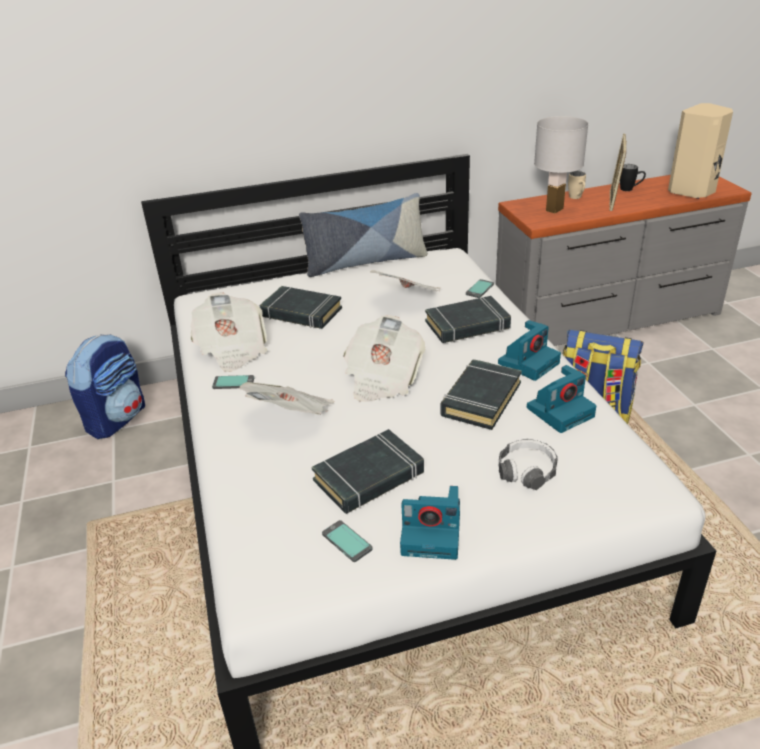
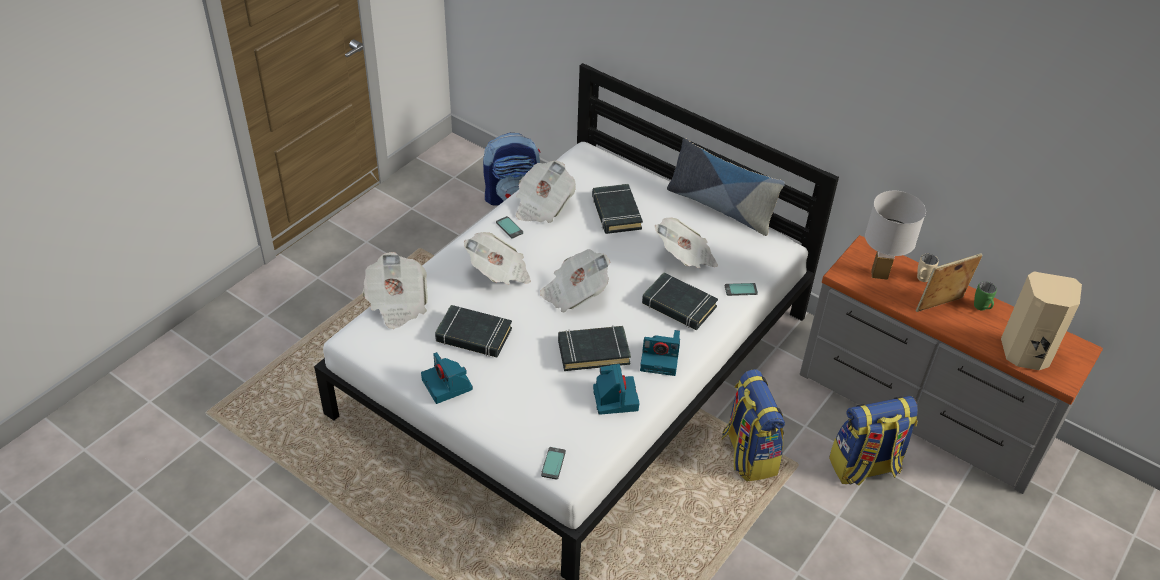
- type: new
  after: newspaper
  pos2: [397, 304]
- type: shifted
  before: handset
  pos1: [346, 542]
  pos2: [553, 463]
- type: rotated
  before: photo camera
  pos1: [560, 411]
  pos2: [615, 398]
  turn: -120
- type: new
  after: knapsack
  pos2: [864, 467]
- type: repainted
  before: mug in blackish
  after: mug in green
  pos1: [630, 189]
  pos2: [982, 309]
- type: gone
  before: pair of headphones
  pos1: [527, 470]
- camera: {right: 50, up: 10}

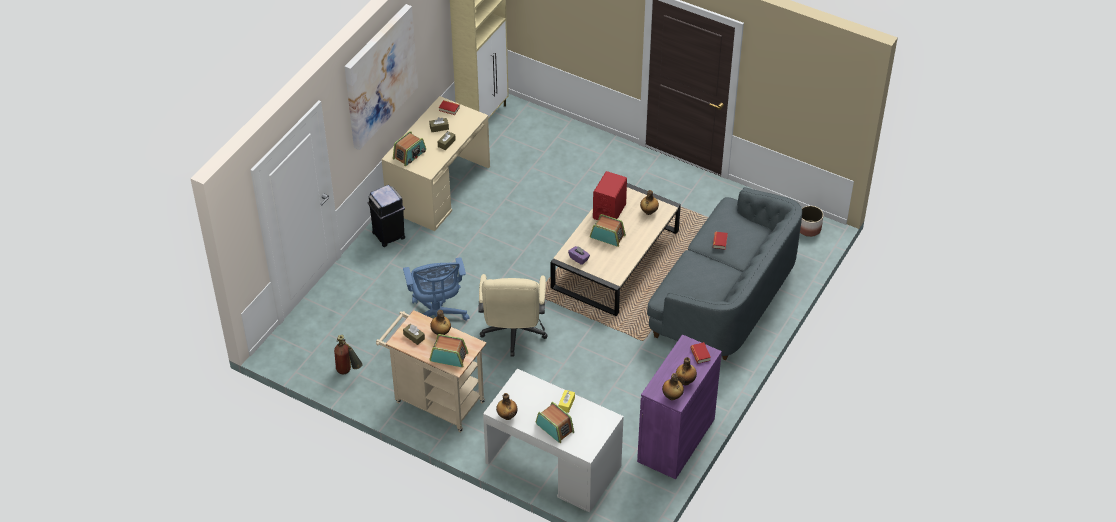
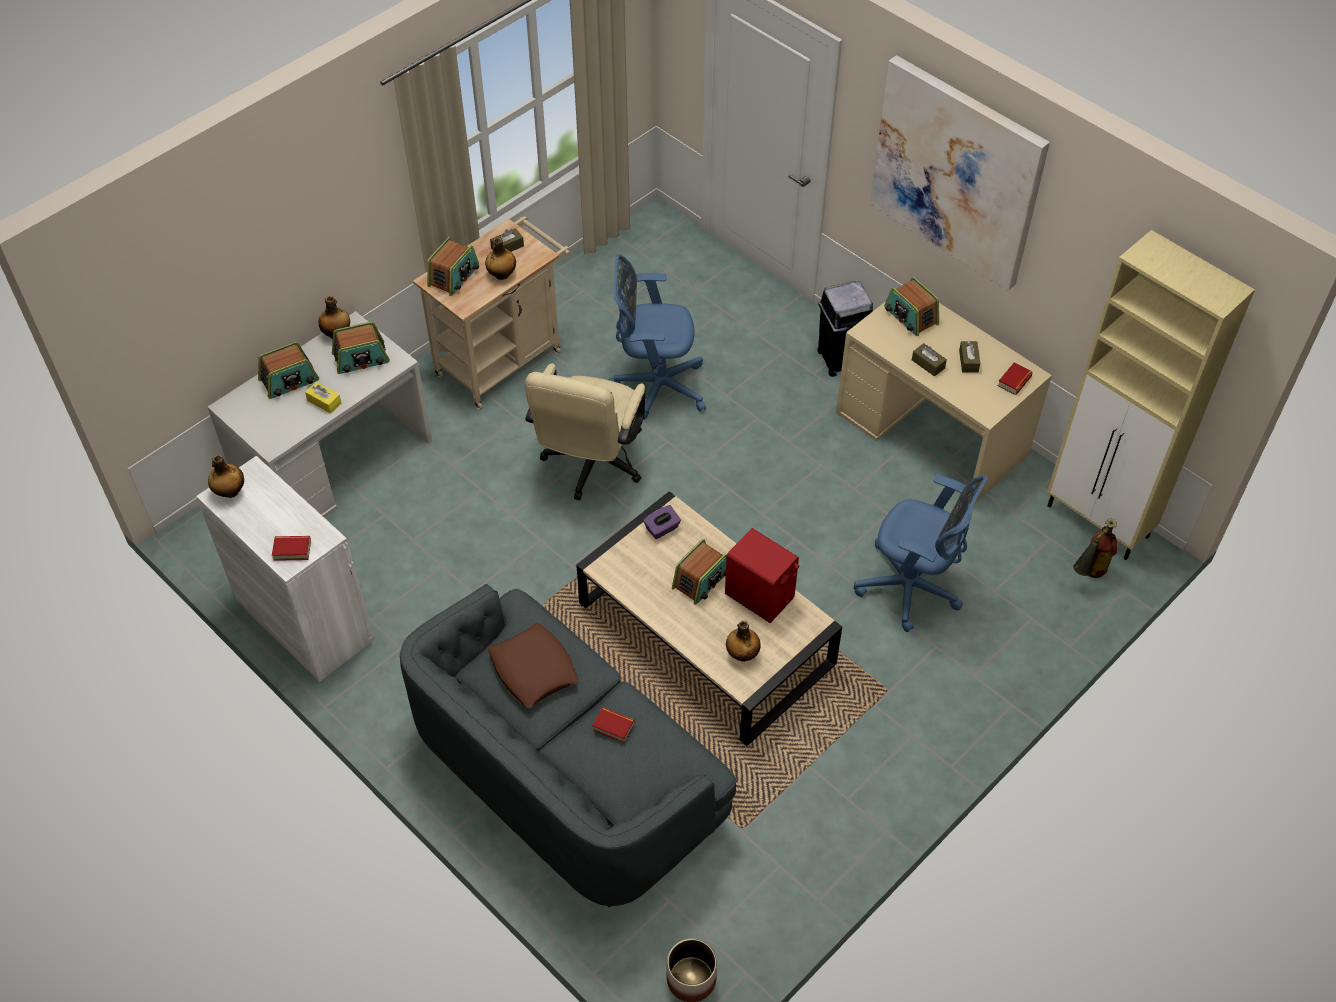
- type: repainted
  before: storage cabinet in purplish
  after: storage cabinet in white
  pos1: [676, 440]
  pos2: [304, 620]
- type: new
  after: radio
  pos2: [361, 358]
- type: new
  after: cushion in brown
  pos2: [533, 669]
- type: rotated
  before: office chair in beige
  pos1: [513, 334]
  pos2: [591, 466]
  turn: -90
- type: new
  after: office chair in blue-coloured
  pos2: [912, 588]
- type: shifted
  before: extinguisher
  pos1: [348, 372]
  pos2: [1087, 575]
- type: gone
  before: drink bottle
  pos1: [685, 381]
- camera: {right: 105, up: 5}

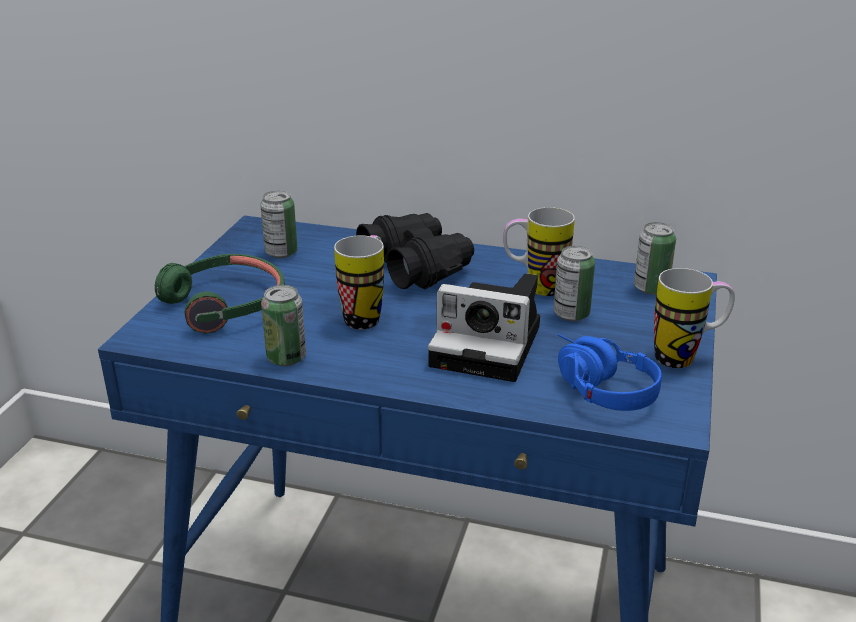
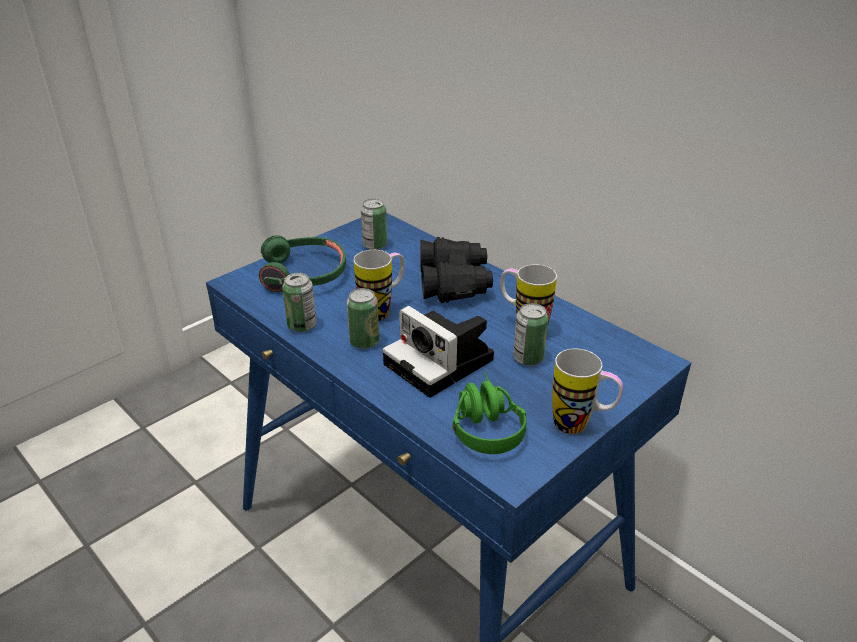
- type: shifted
  before: can
  pos1: [651, 288]
  pos2: [364, 342]
- type: repainted
  before: pair of headphones in blue-coloured
  after: pair of headphones in green
  pos1: [595, 386]
  pos2: [483, 423]
- camera: {right: 30, up: 5}

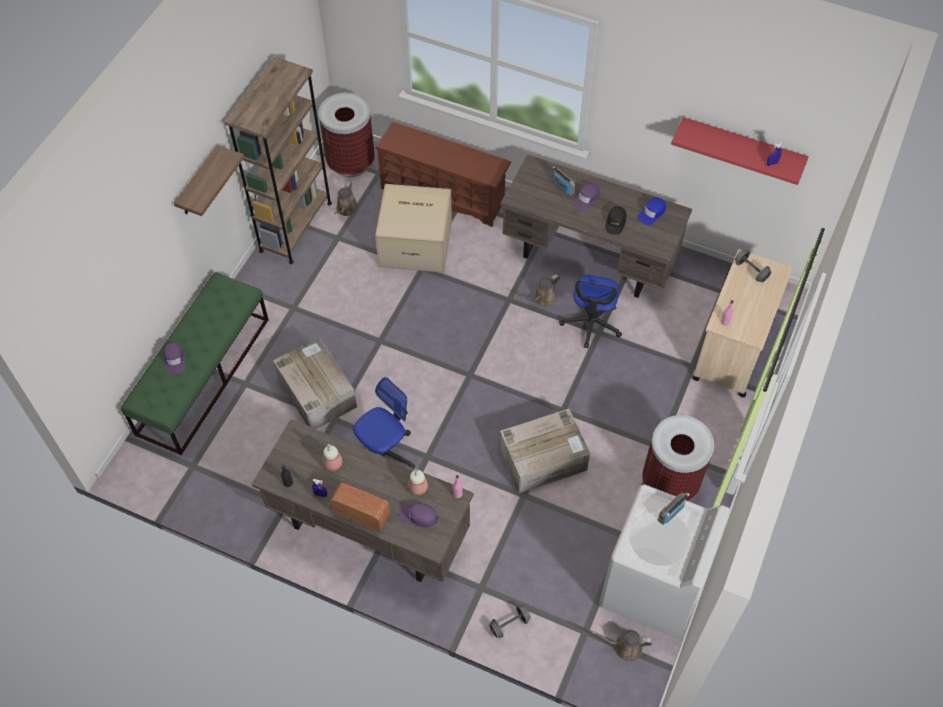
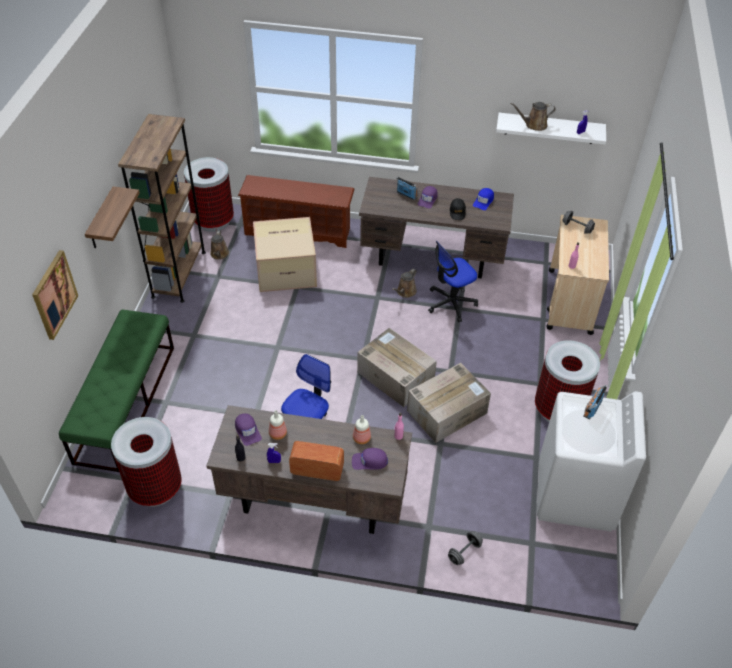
- type: new
  after: wall picture
  pos2: [54, 294]
- type: new
  after: rubbish bin
  pos2: [155, 488]
- type: shifted
  before: baseball cap in purplish
  pos1: [175, 360]
  pos2: [247, 431]
- type: shifted
  before: packing box
  pos1: [316, 392]
  pos2: [394, 376]
- type: rotated
  before: office chair
  pos1: [591, 323]
  pos2: [451, 303]
  turn: 60
- type: repainted
  before: bracket shelf in red
  after: bracket shelf in white
  pos1: [742, 146]
  pos2: [549, 128]
- type: shifted
  before: sprinkling can in brown
  pos1: [624, 647]
  pos2: [534, 125]
- camera: {right: -15, up: -10}

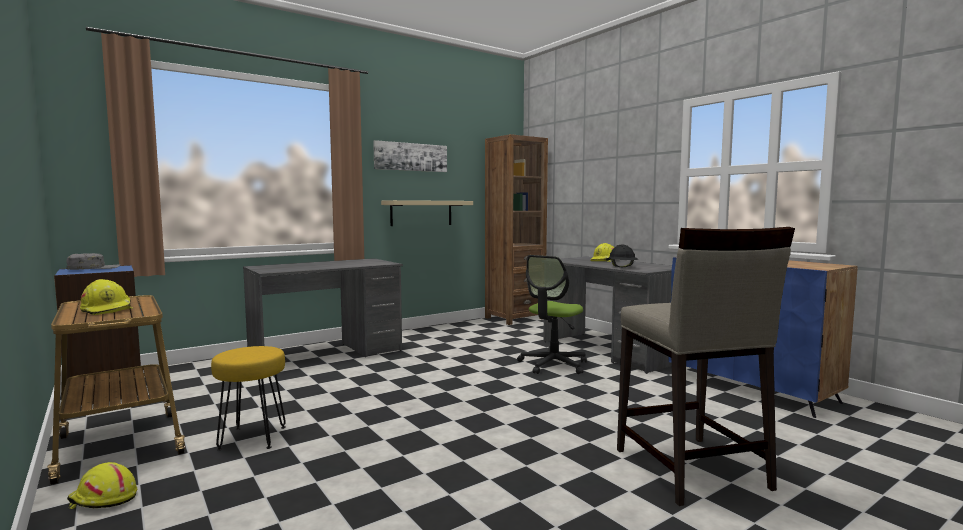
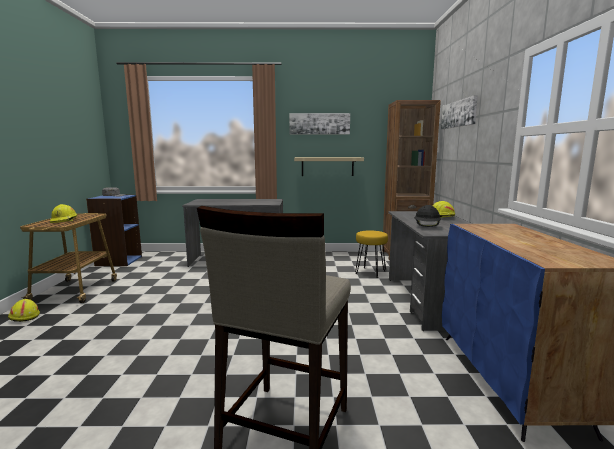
- type: shifted
  before: stool in yellowish
  pos1: [253, 437]
  pos2: [370, 272]
- type: new
  after: wall picture
  pos2: [459, 114]
- type: gone
  before: office chair
  pos1: [553, 365]
- camera: {right: 35, up: 5}

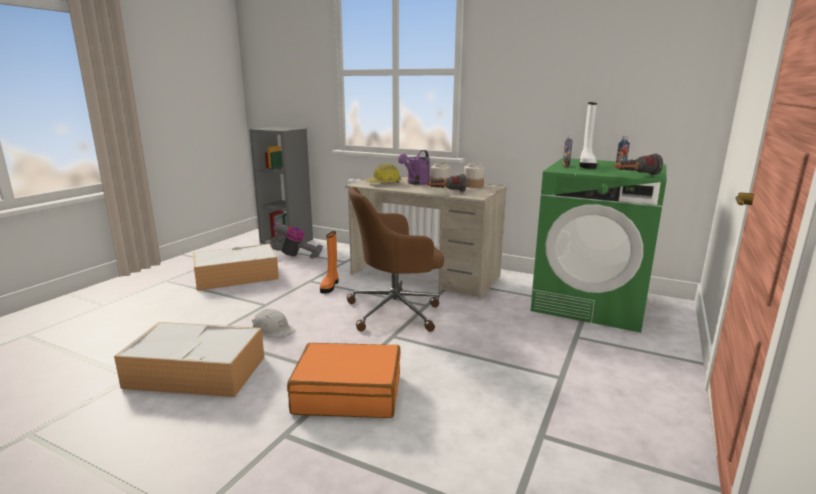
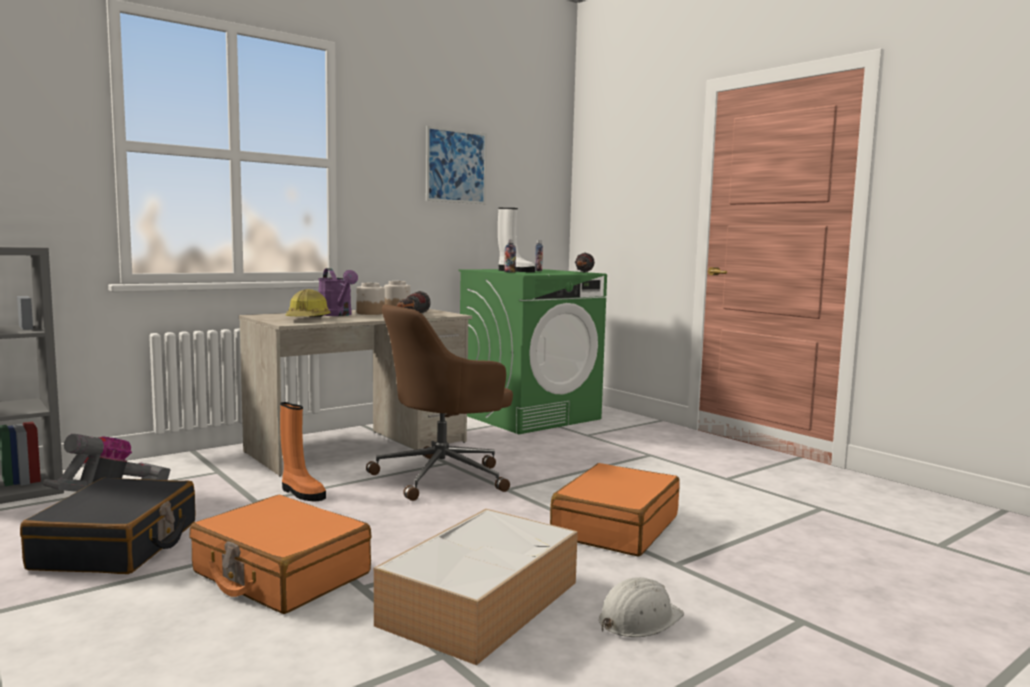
- type: swapped
  before: storage container
  after: suitcase in blackish
  pos1: [238, 276]
  pos2: [117, 546]
- type: new
  after: suitcase in orangey
  pos2: [281, 574]
- type: rotated
  before: office chair in brown
  pos1: [396, 311]
  pos2: [443, 476]
  turn: 45
- type: new
  after: wall picture
  pos2: [456, 166]
- type: shifted
  before: safety helmet in white
  pos1: [272, 329]
  pos2: [639, 619]
- camera: {right: -65, up: -10}

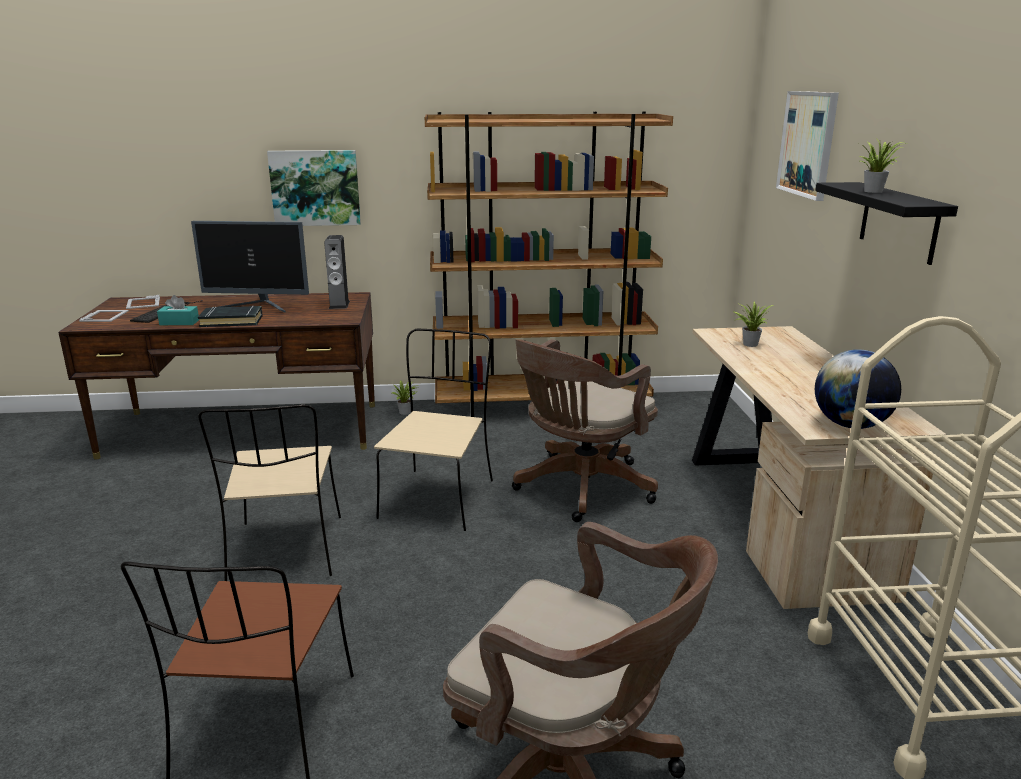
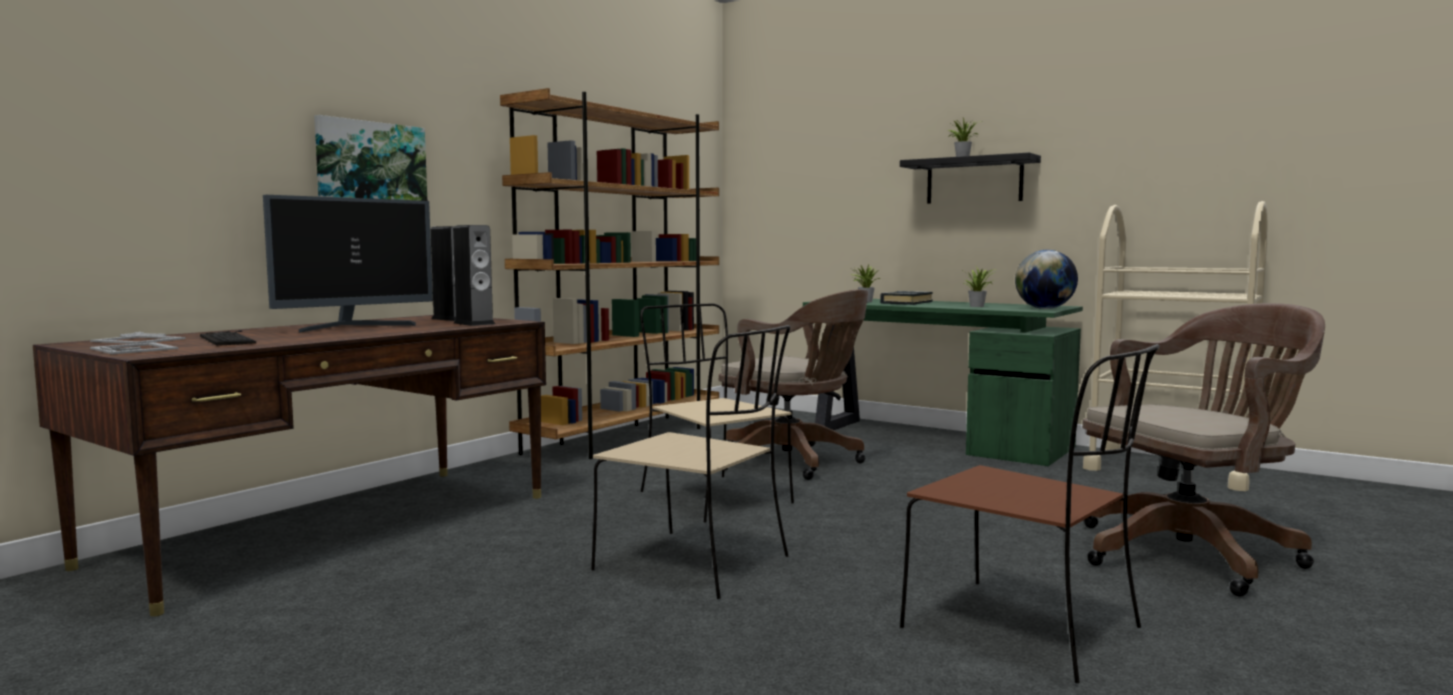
- type: new
  after: loudspeaker
  pos2: [474, 323]
- type: rotated
  before: office chair in brown
  pos1: [579, 489]
  pos2: [794, 462]
  turn: -45
- type: repainted
  before: desk table in beige
  after: desk table in green
  pos1: [777, 517]
  pos2: [934, 439]
- type: shifted
  before: volume in blackish
  pos1: [231, 321]
  pos2: [906, 302]
- type: shifted
  before: plant in a pot
  pos1: [406, 412]
  pos2: [978, 306]
- type: gone
  before: tissue holder in blue-green
  pos1: [179, 322]
- type: gone
  before: wall picture
  pos1: [808, 144]
- camera: {right: -50, up: -15}

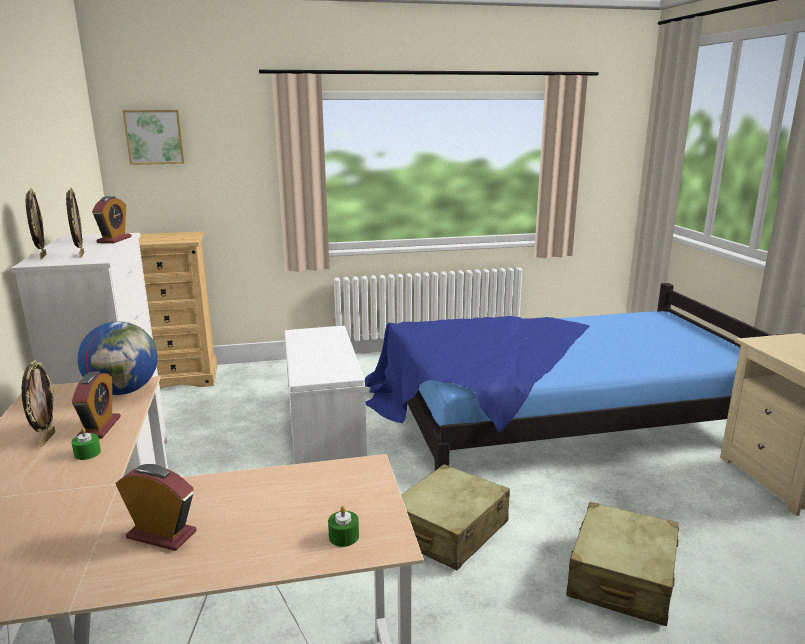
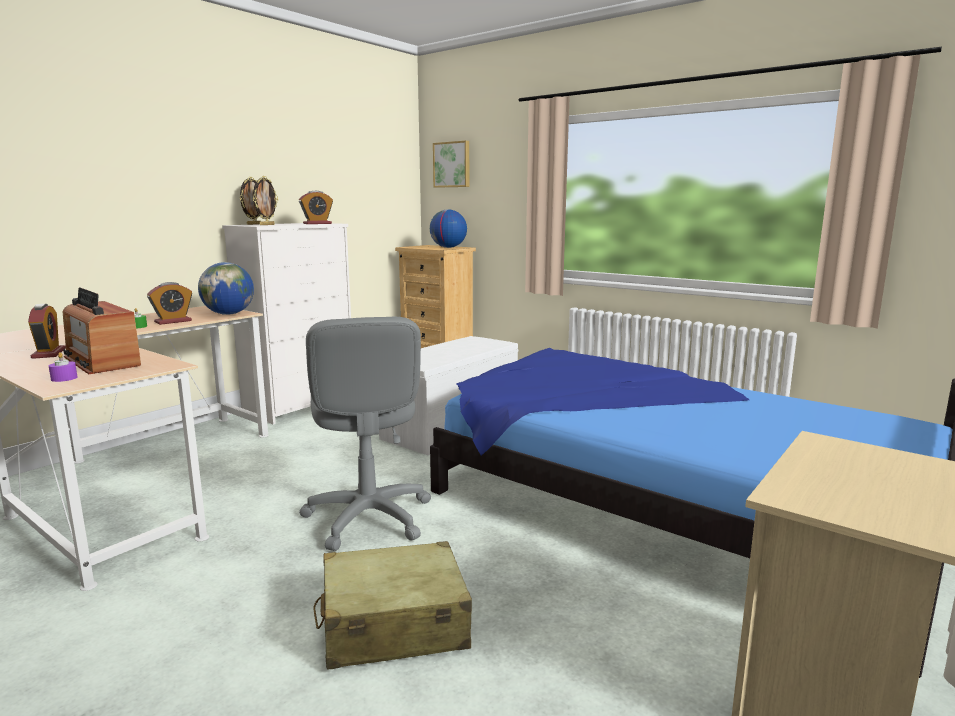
- type: repainted
  before: wax light in green
  after: wax light in purplish
  pos1: [344, 536]
  pos2: [64, 378]
- type: new
  after: radio
  pos2: [102, 361]
- type: swapped
  before: suitcase in beige
  after: office chair in gray
  pos1: [448, 530]
  pos2: [368, 517]
- type: new
  after: desk globe
  pos2: [448, 247]
- type: gone
  before: photo frame
  pos1: [46, 439]
- camera: {right: 50, up: -5}

